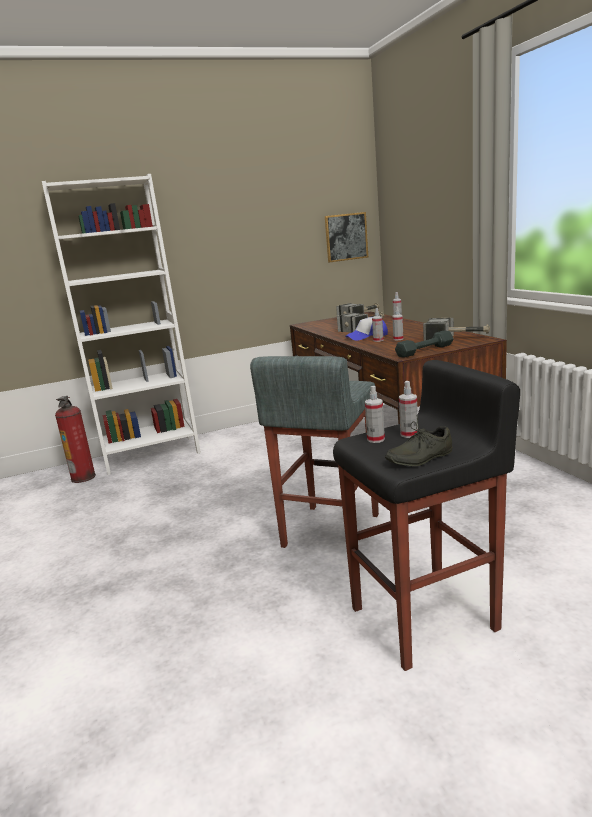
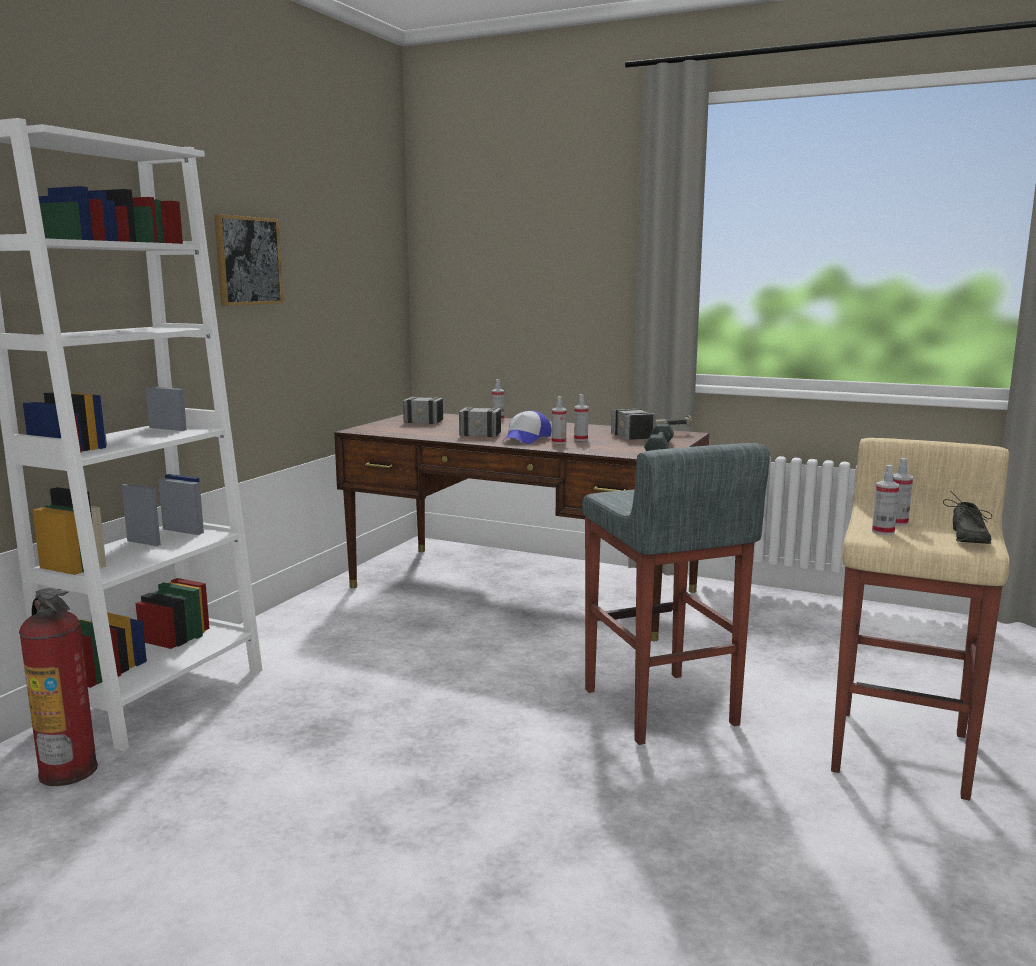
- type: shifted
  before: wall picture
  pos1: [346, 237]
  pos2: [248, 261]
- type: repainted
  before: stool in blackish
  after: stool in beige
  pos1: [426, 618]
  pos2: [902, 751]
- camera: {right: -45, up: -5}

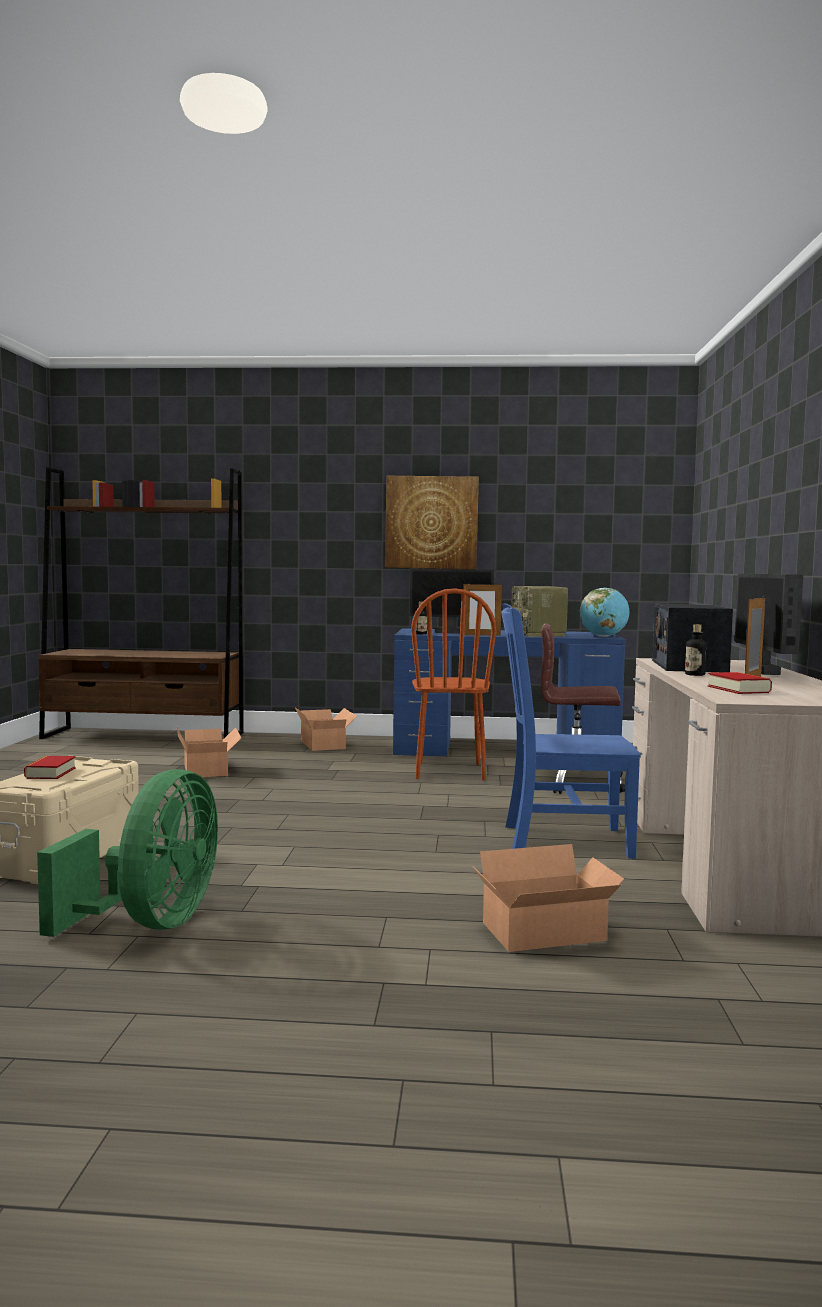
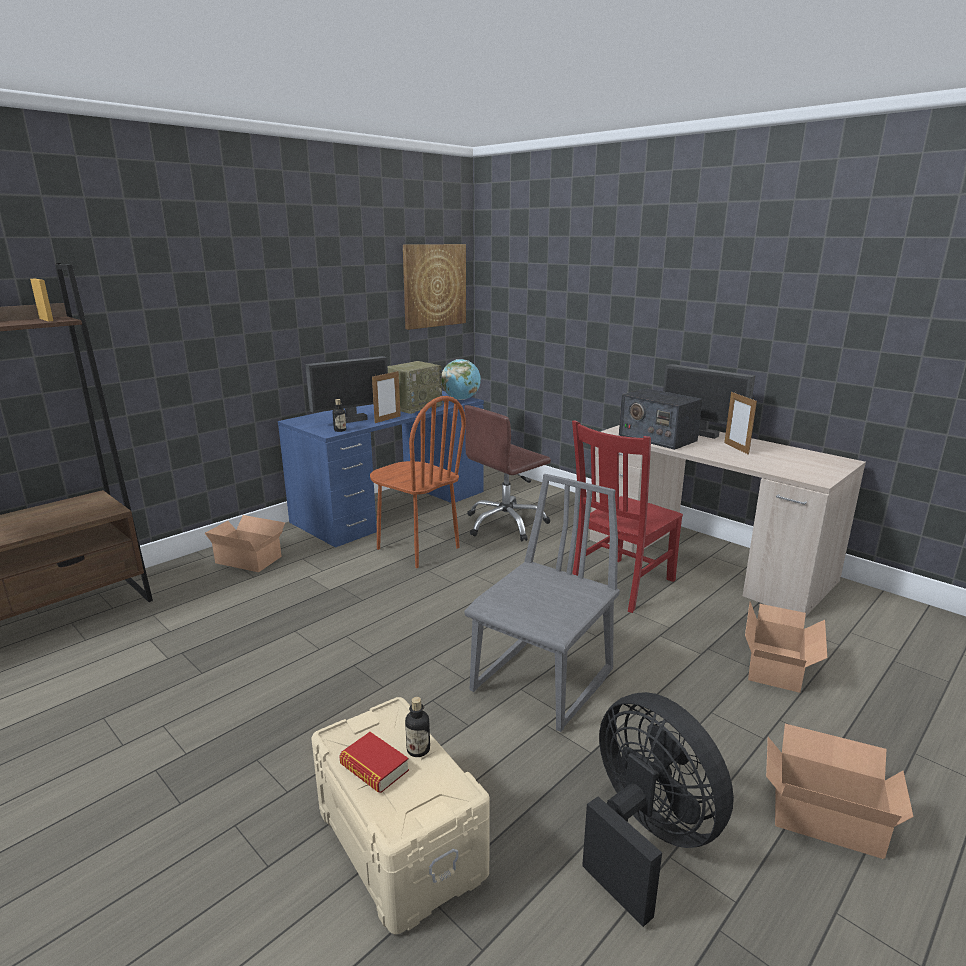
- type: rotated
  before: radio
  pos1: [539, 634]
  pos2: [415, 406]
  turn: -75
- type: shifted
  before: wall picture
  pos1: [431, 522]
  pos2: [434, 285]
- type: shifted
  before: drink bottle
  pos1: [695, 674]
  pos2: [418, 749]
- type: new
  after: chair in gray
  pos2: [544, 682]
- type: repainted
  before: chair in blue-coloured
  after: chair in red
  pos1: [561, 841]
  pos2: [620, 585]
- type: repainted
  before: electric fan in green
  after: electric fan in blackish
  pos1: [151, 923]
  pos2: [645, 838]
- type: shifted
  before: packing box
  pos1: [208, 769]
  pos2: [823, 813]
- type: gone
  before: volume
  pos1: [738, 689]
- camera: {right: -50, up: 15}

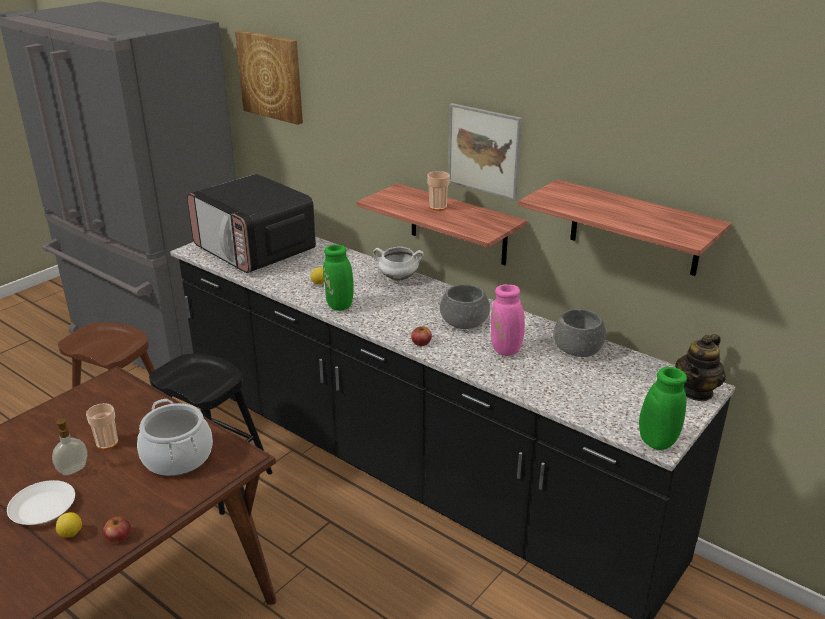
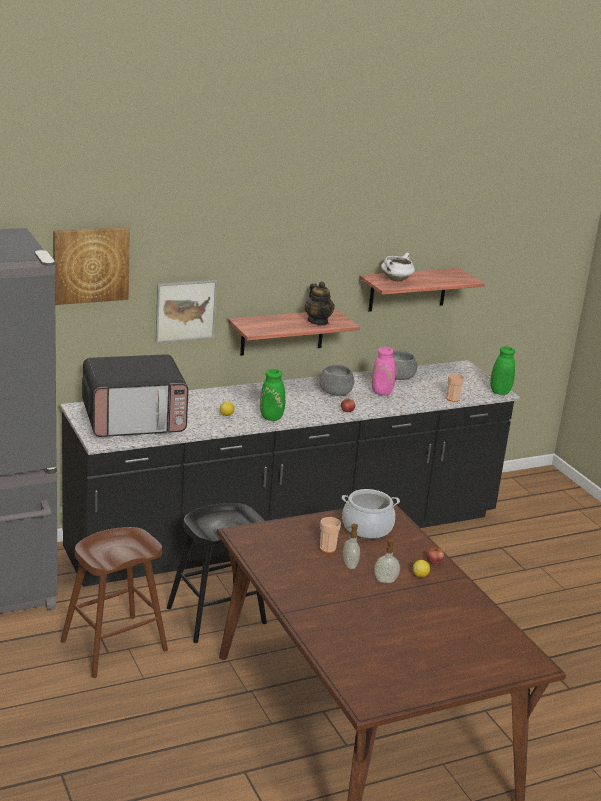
- type: shifted
  before: wall picture
  pos1: [484, 150]
  pos2: [185, 310]
- type: shifted
  before: teapot
  pos1: [696, 391]
  pos2: [318, 321]
- type: swapped
  before: flat dish in white
  after: liquid soap bottle
  pos1: [44, 508]
  pos2: [385, 581]
- type: shifted
  before: saucepot in white
  pos1: [397, 278]
  pos2: [396, 280]
- type: shifted
  before: cup
  pos1: [438, 207]
  pos2: [452, 399]
- camera: {right: -65, up: -5}

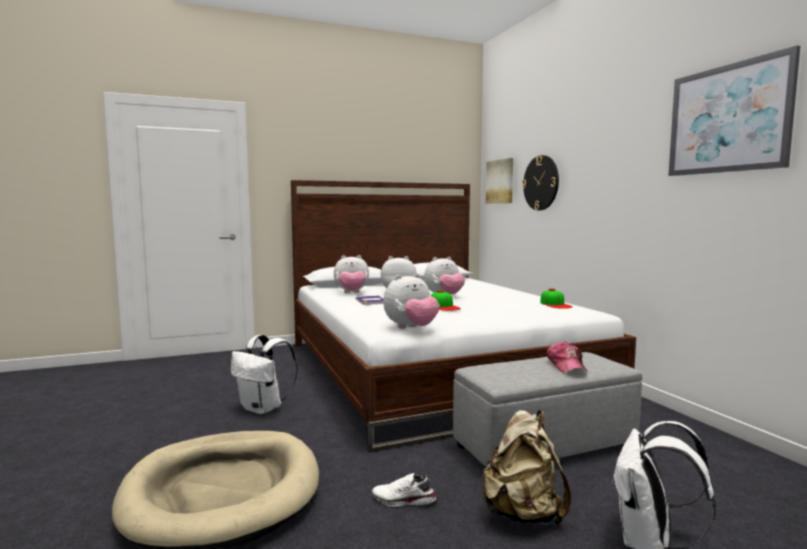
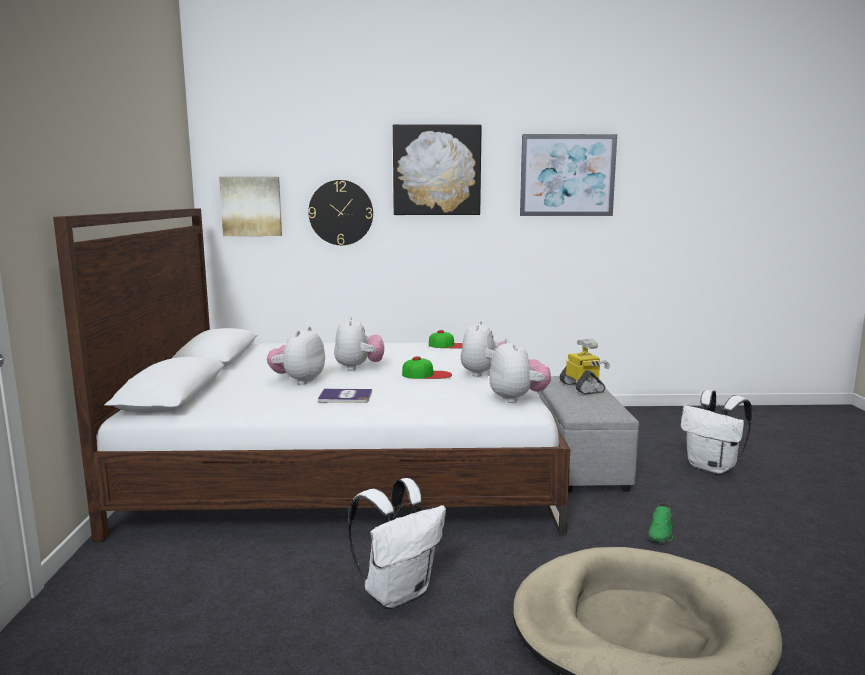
- type: new
  after: wall picture
  pos2: [436, 170]
- type: shifted
  before: soft toy
  pos1: [351, 293]
  pos2: [485, 374]
- type: swapped
  before: baseball cap
  after: toy robot
  pos1: [566, 365]
  pos2: [582, 387]
- type: repainted
  before: item of footwear in white
  after: item of footwear in green
  pos1: [403, 501]
  pos2: [661, 533]
- type: gone
  before: knapsack in beige
  pos1: [523, 514]
- camera: {right: -70, up: 5}

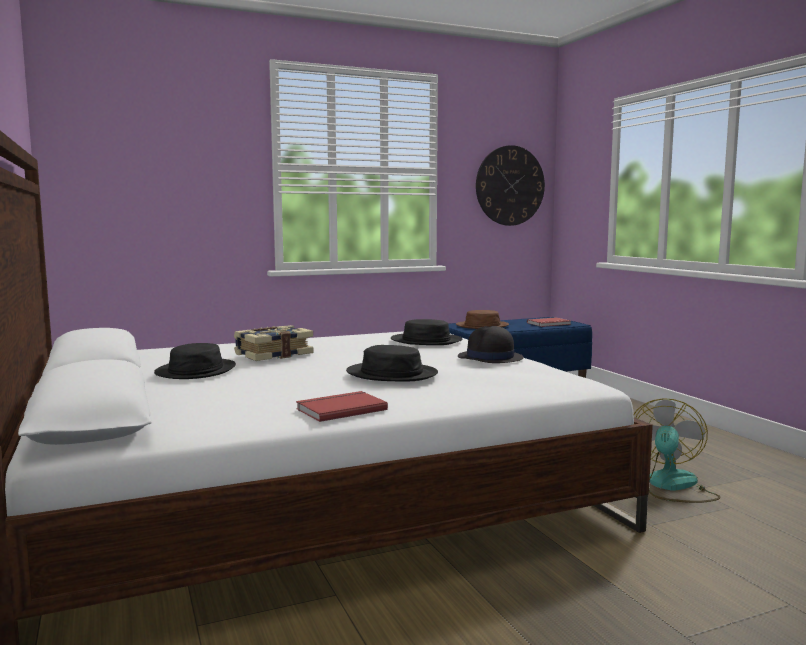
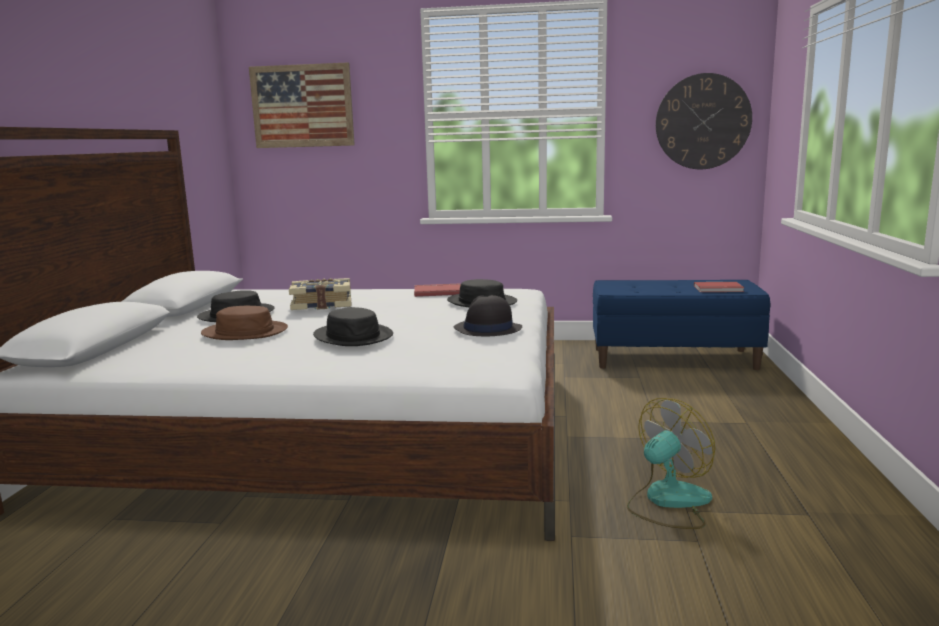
- type: shifted
  before: clothing hat in brown
  pos1: [482, 326]
  pos2: [245, 332]
- type: new
  after: wall picture
  pos2: [302, 106]
- type: shifted
  before: volume in red
  pos1: [340, 409]
  pos2: [437, 292]
- camera: {right: 30, up: 5}

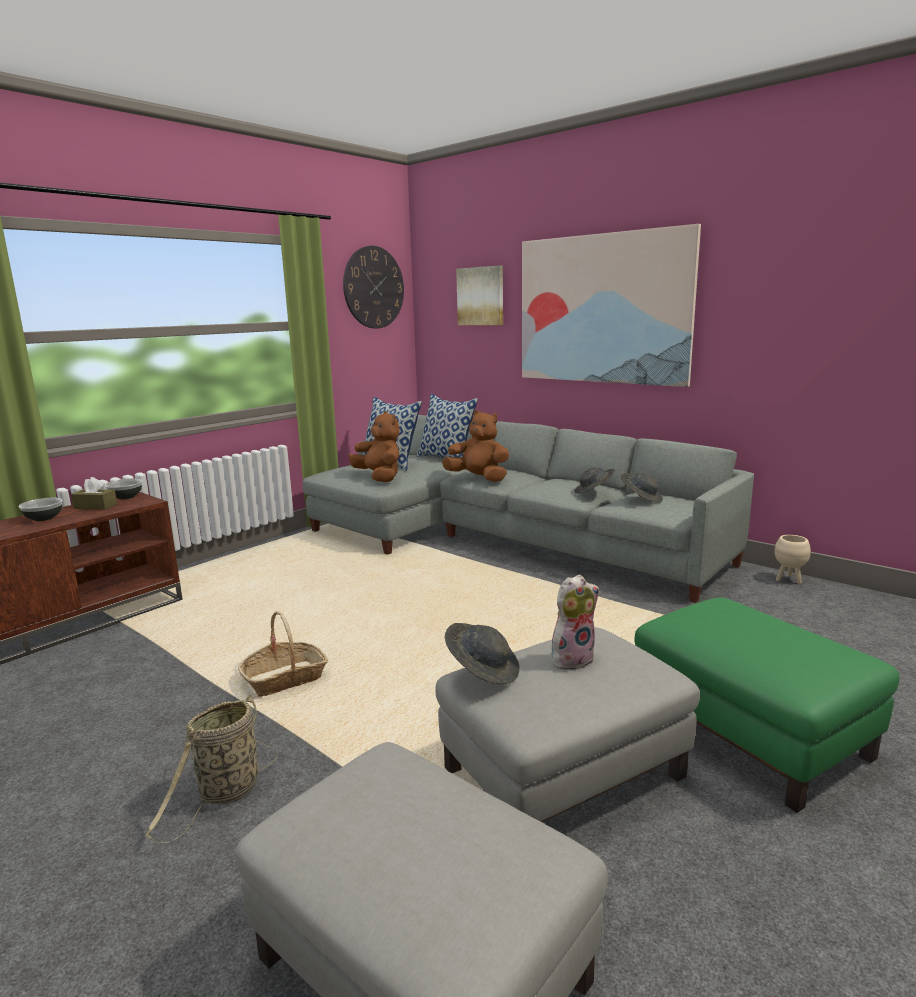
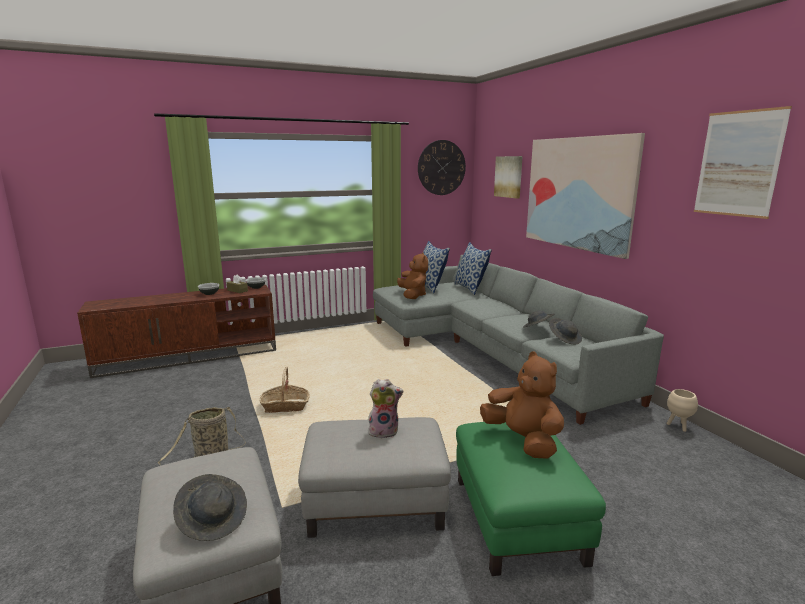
- type: shifted
  before: clothing hat in gray
  pos1: [483, 670]
  pos2: [213, 519]
- type: shifted
  before: soft toy in brown
  pos1: [478, 478]
  pos2: [523, 440]
- type: new
  after: wall picture
  pos2: [738, 164]
- camera: {right: 25, up: 0}

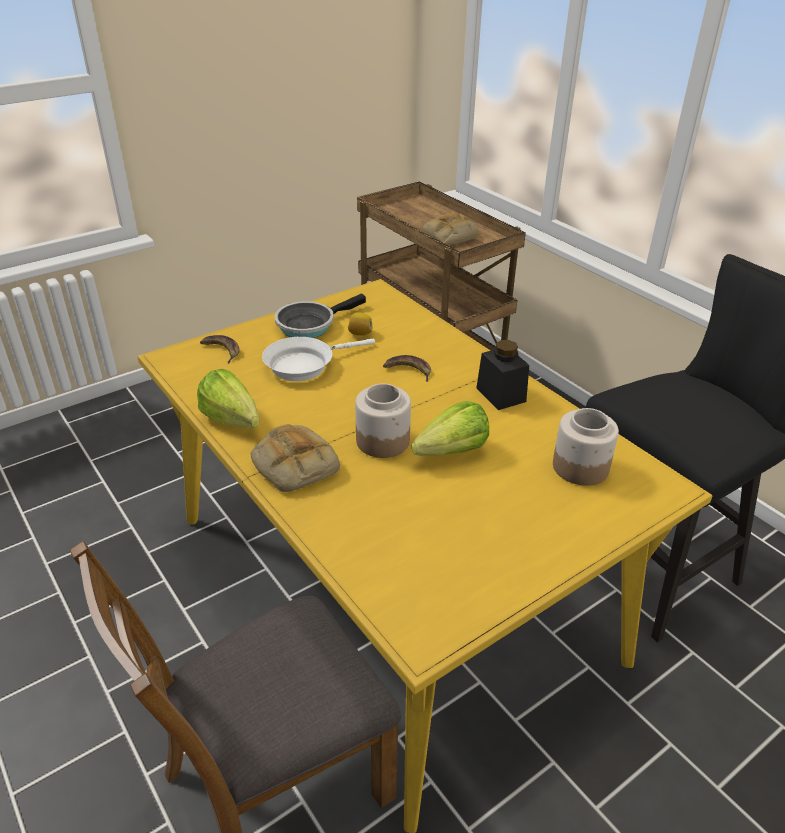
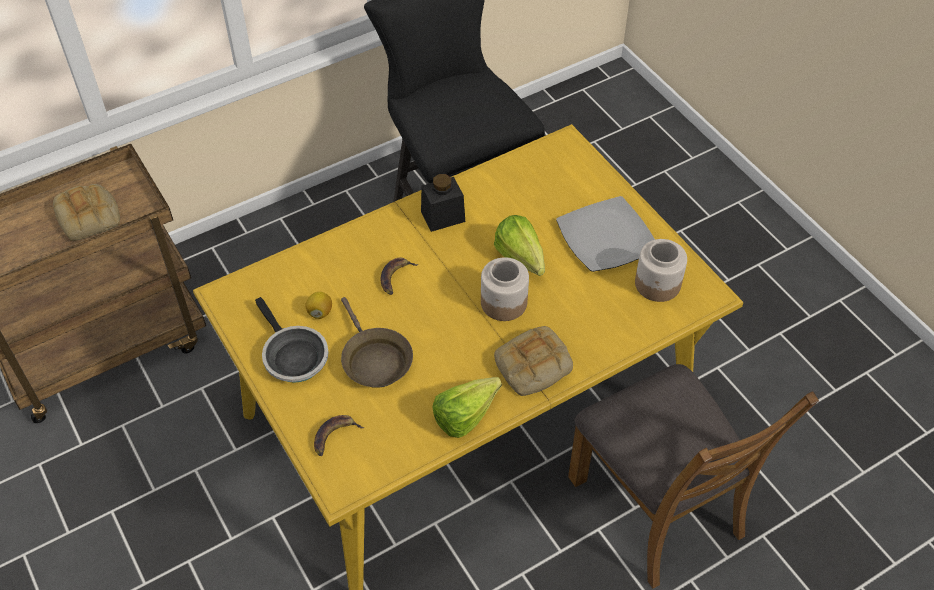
- type: repainted
  before: skillet in white
  after: skillet in brown
  pos1: [304, 365]
  pos2: [374, 360]
- type: new
  after: flat dish
  pos2: [607, 237]
- type: shifted
  before: jar
  pos1: [579, 467]
  pos2: [658, 284]
- camera: {right: -85, up: 15}

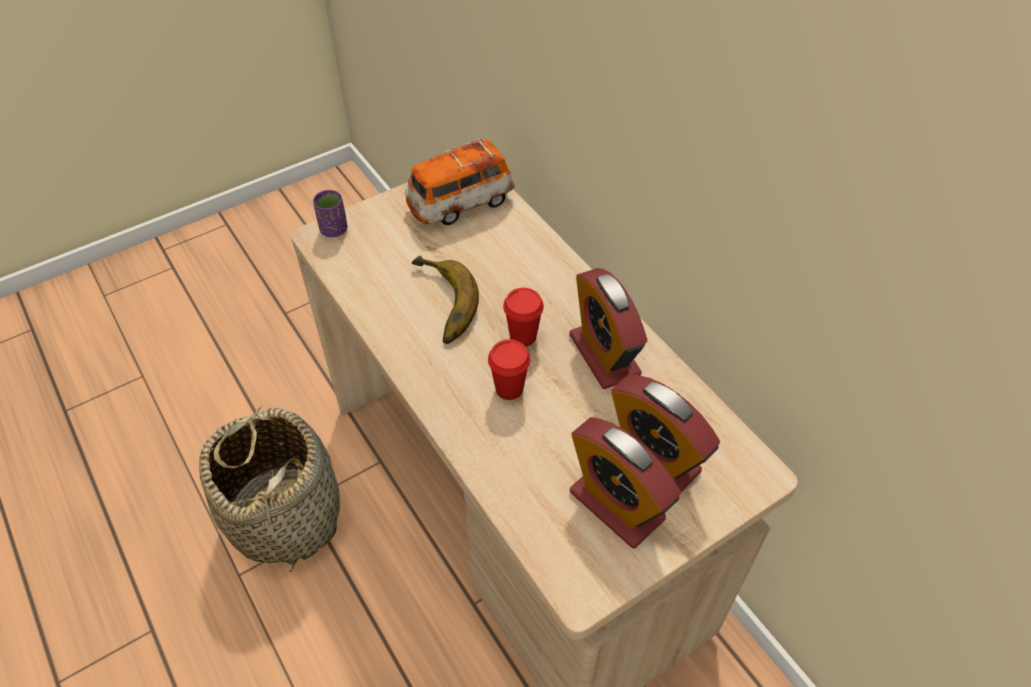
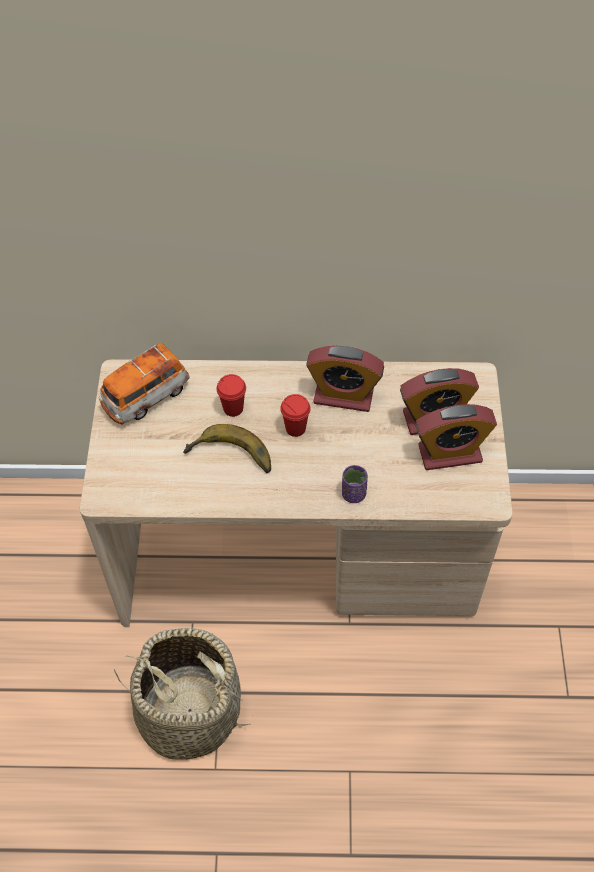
- type: rotated
  before: miniature car
  pos1: [460, 203]
  pos2: [146, 396]
  turn: 45
- type: shifted
  before: cup in red
  pos1: [509, 388]
  pos2: [233, 408]
- type: shifted
  before: cup in purplish
  pos1: [334, 229]
  pos2: [353, 494]
- camera: {right: -55, up: 5}

